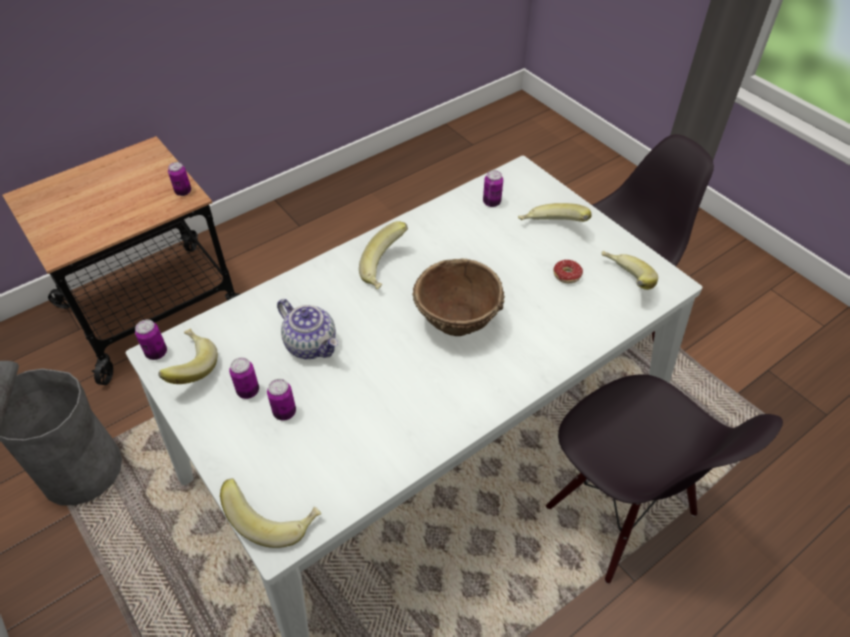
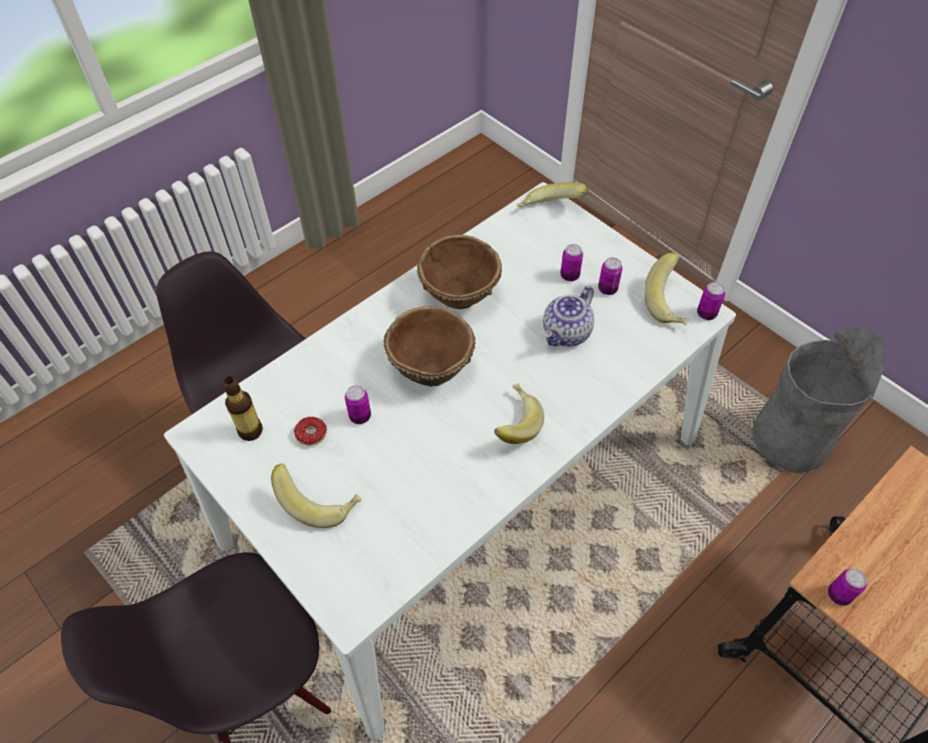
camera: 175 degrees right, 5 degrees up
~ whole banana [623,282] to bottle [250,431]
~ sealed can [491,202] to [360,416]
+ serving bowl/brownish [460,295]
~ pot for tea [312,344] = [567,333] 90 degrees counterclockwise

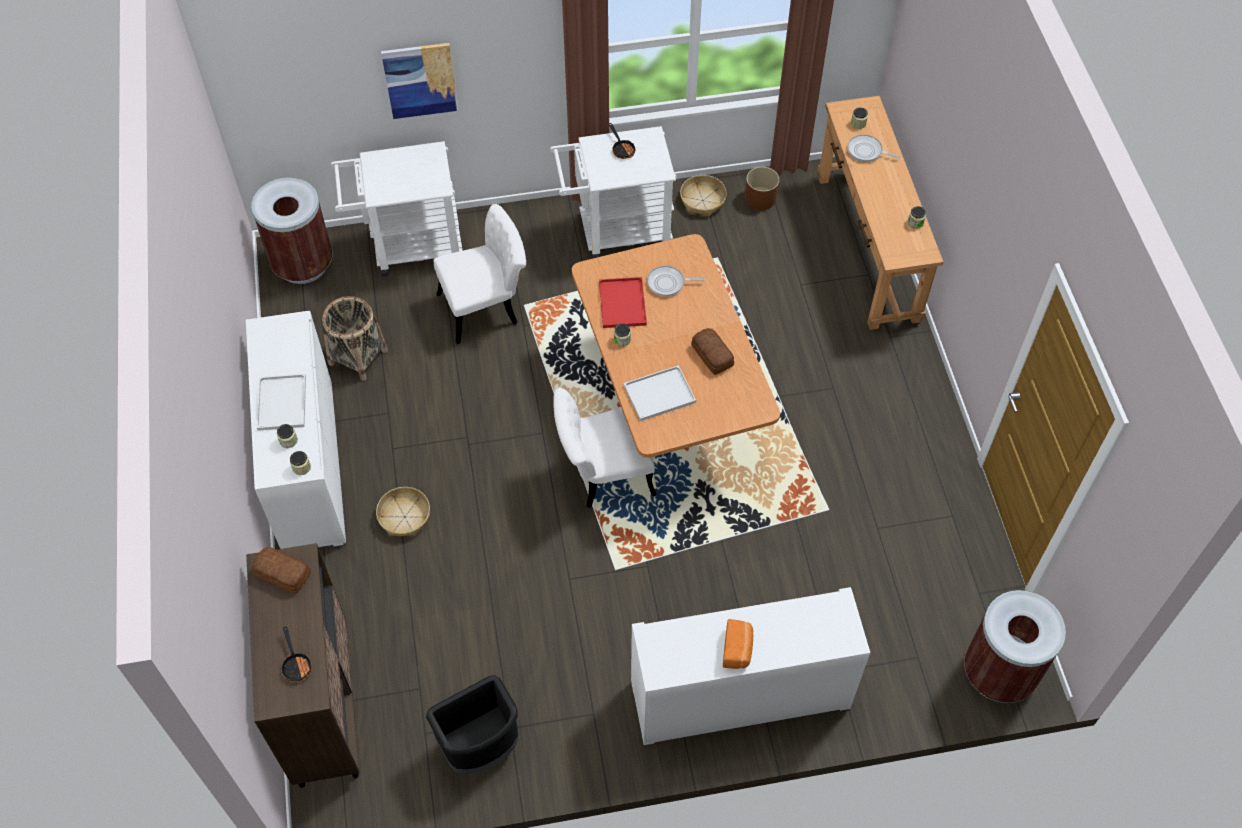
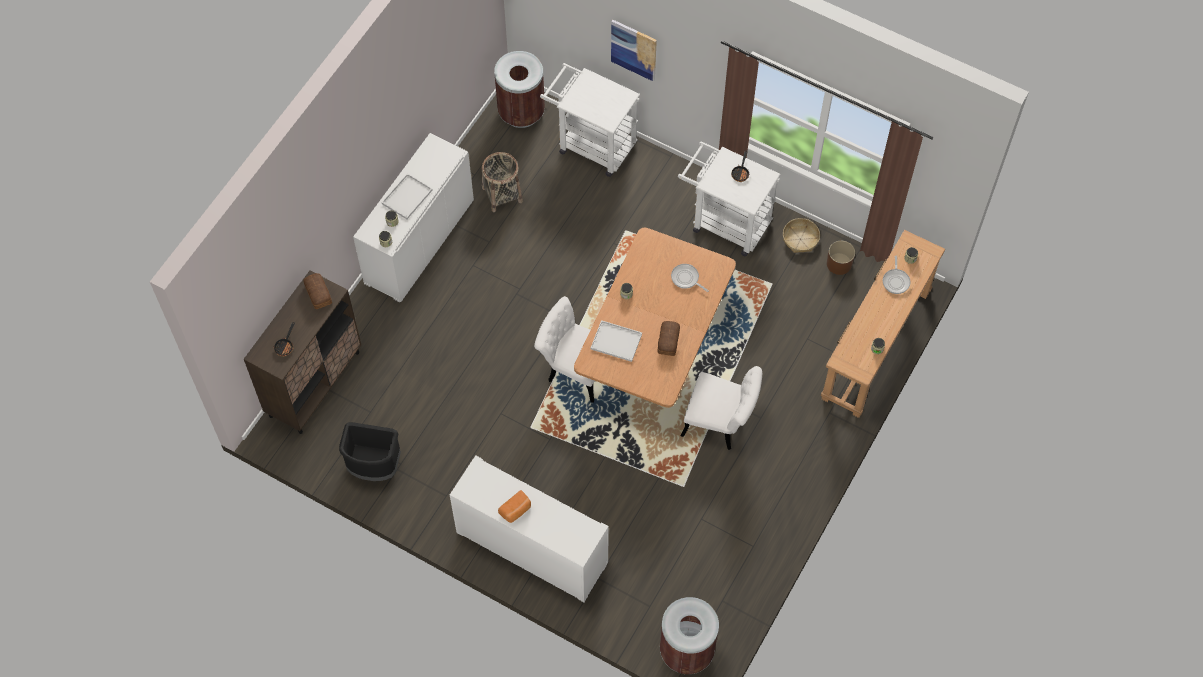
camera: 40 degrees right, 5 degrees up
~ chair/white-coloured [486,307] to [720,423]
~ skillet [867,151] = [896,281] 150 degrees counterclockwise
- household basket [404,517]
- carrying tray/red-coloured [623,304]

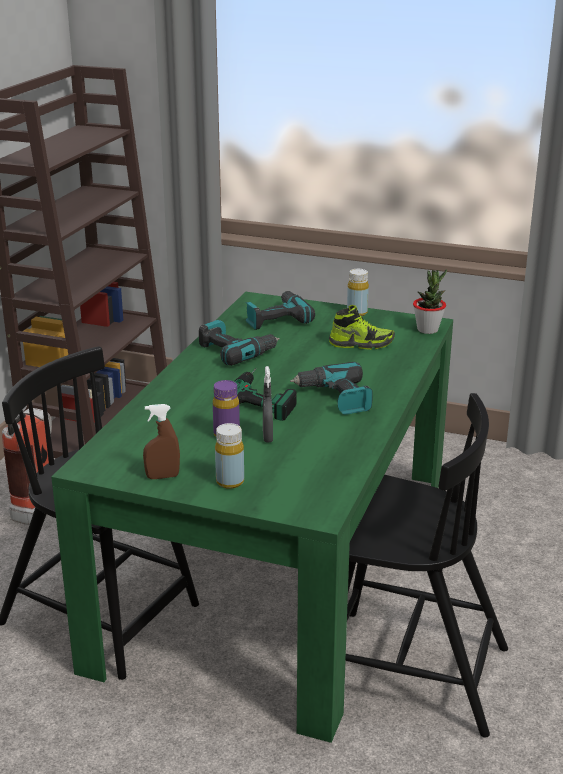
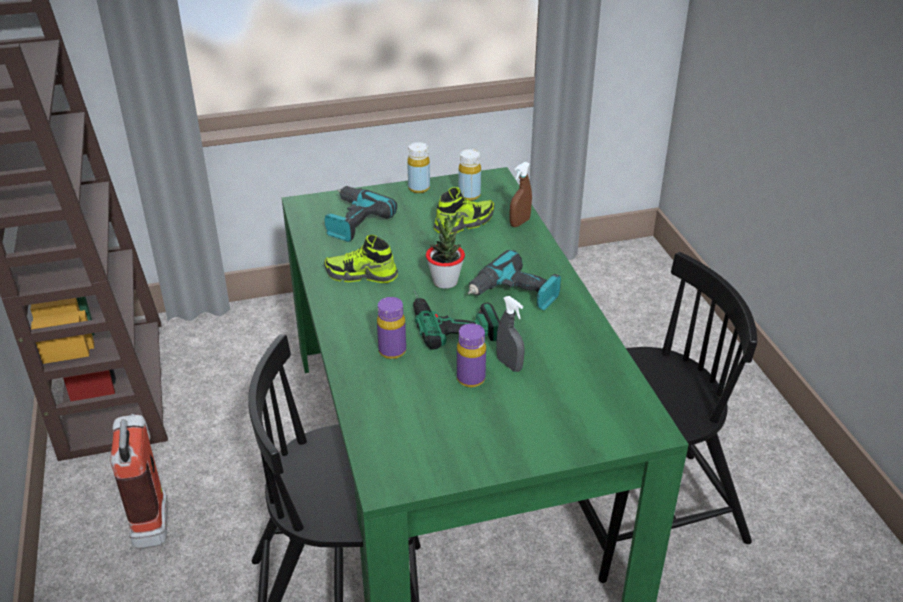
camera: 35 degrees left, 10 degrees up
~ power drill [236,351] to shoe [361,275]
+ bottle/purple [392,351]
~ plant in a pot [427,330] to [445,281]
~ bottle/yellowish [230,482] to [469,195]
~ sprayer/brownish [162,476] to [519,223]

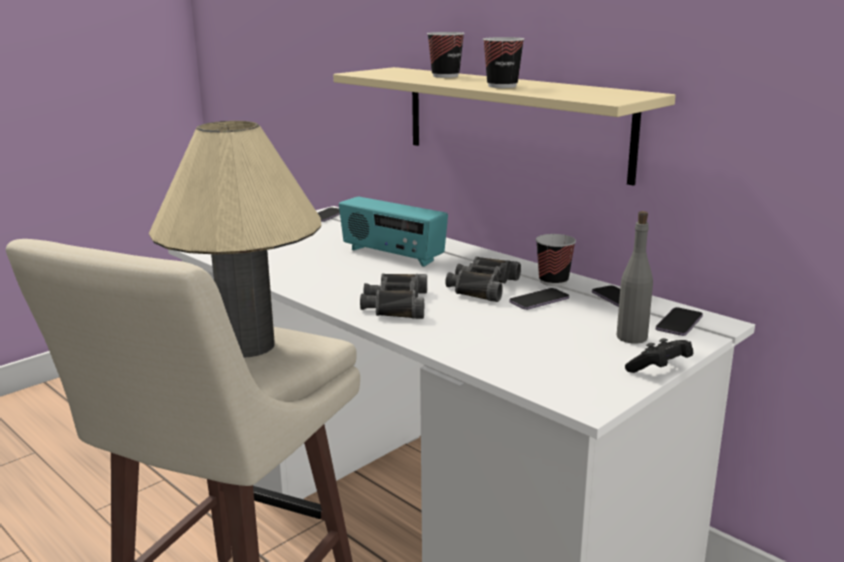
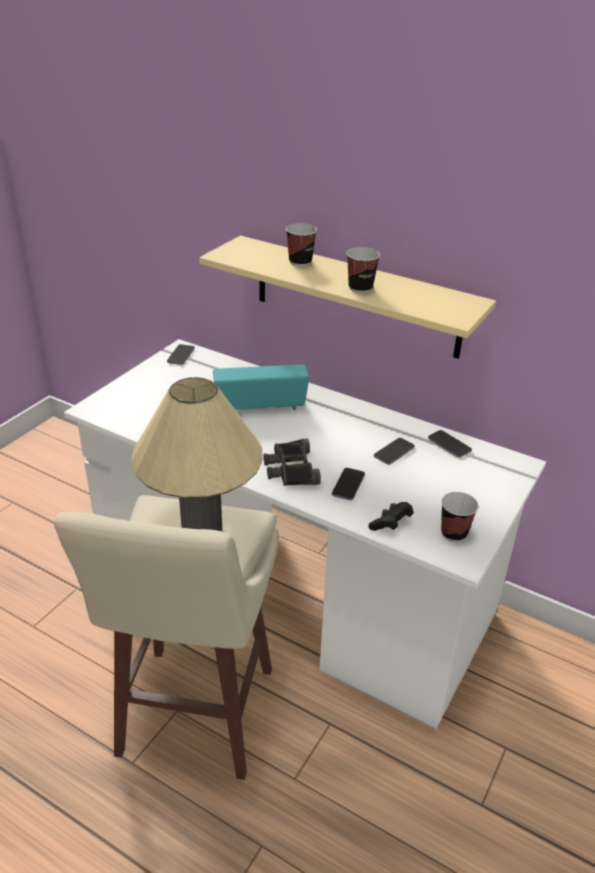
camera: 15 degrees left, 15 degrees up
~ radio receiver [392,255] = [260,406] 150 degrees clockwise
~ telephone [679,324] to [348,485]
~ game controller/black [659,369] to [391,524]
~ cup [553,281] to [454,533]
- binoculars/black [481,286]
- bottle/greyish [632,337]

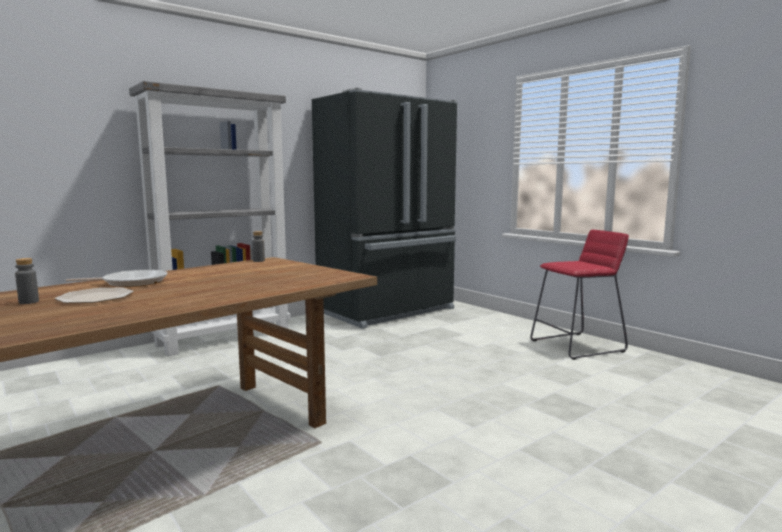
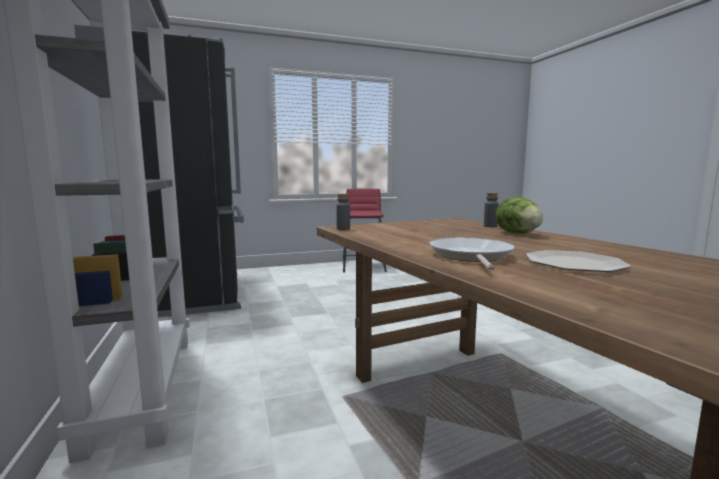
camera: 70 degrees left, 0 degrees up
~ bottle/greyish [29,302] to [490,226]
+ lettuce [517,233]

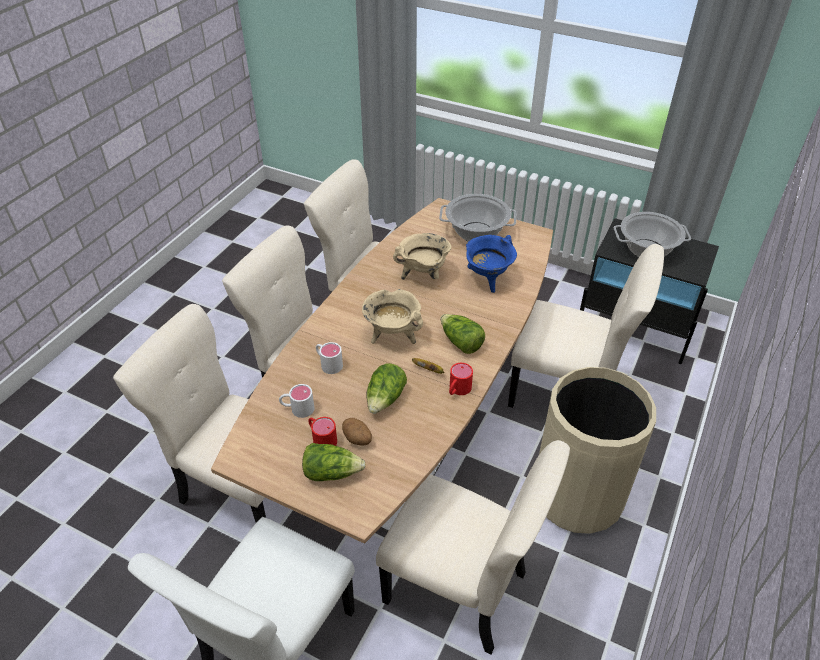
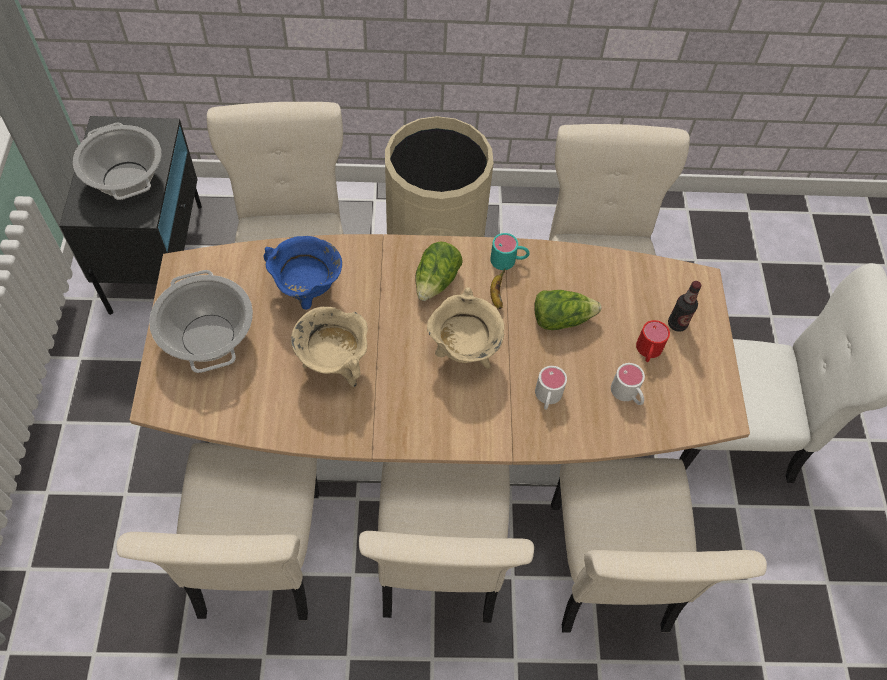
camera: 120 degrees left, 15 degrees up
~ mug/red-coloured [457,390] to mug/turquoise-coloured [509,260]
~ lettuce [331,472] to bottle [677,324]
- spud [358,439]

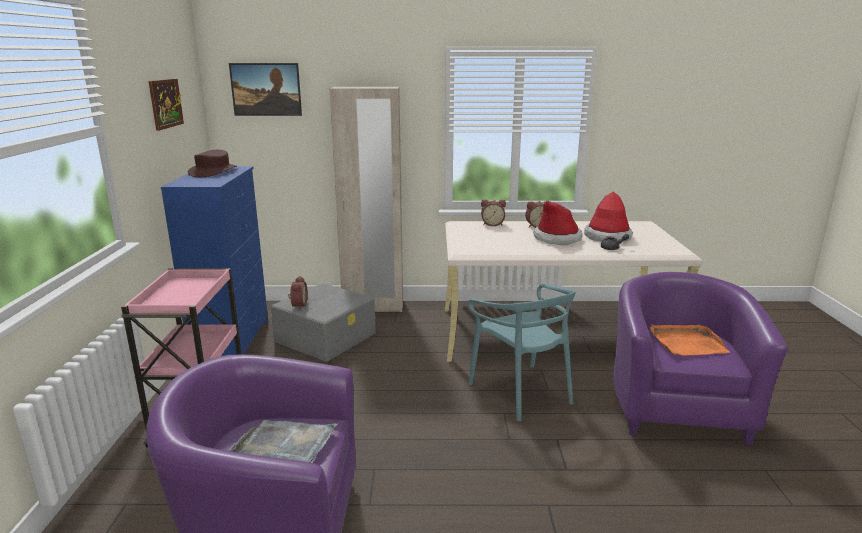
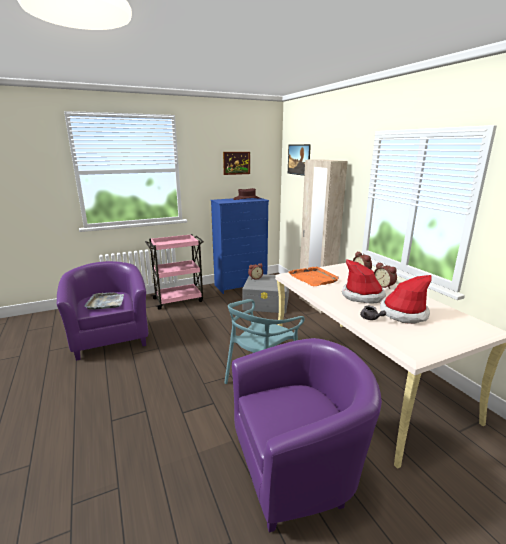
camera: 65 degrees right, 0 degrees up
~ carrying tray/orangey [686,343] to [313,278]

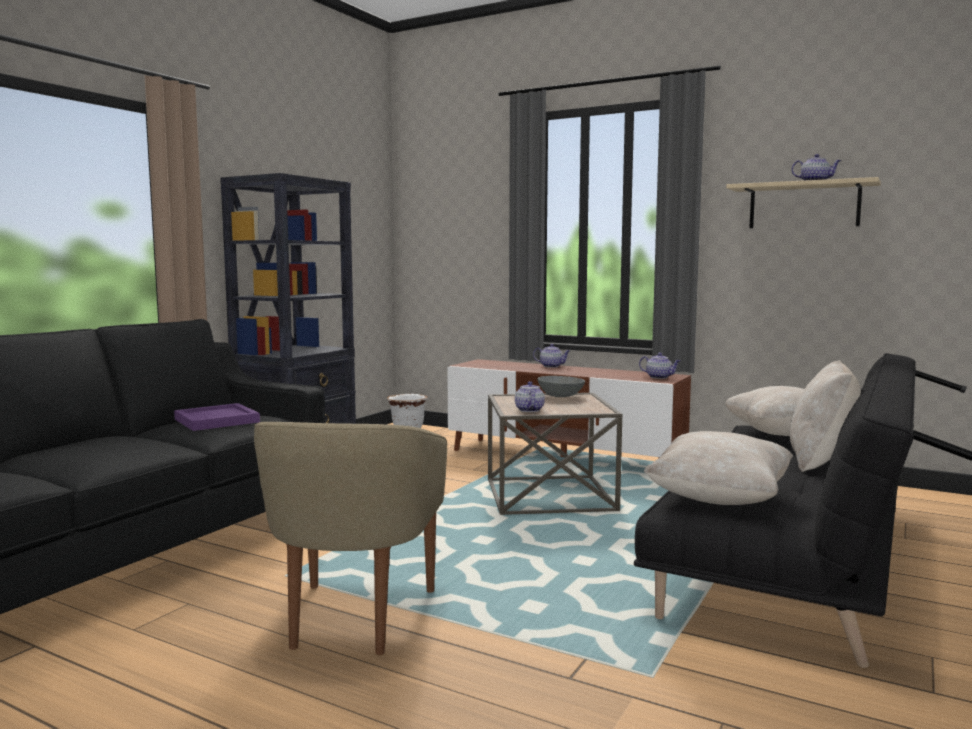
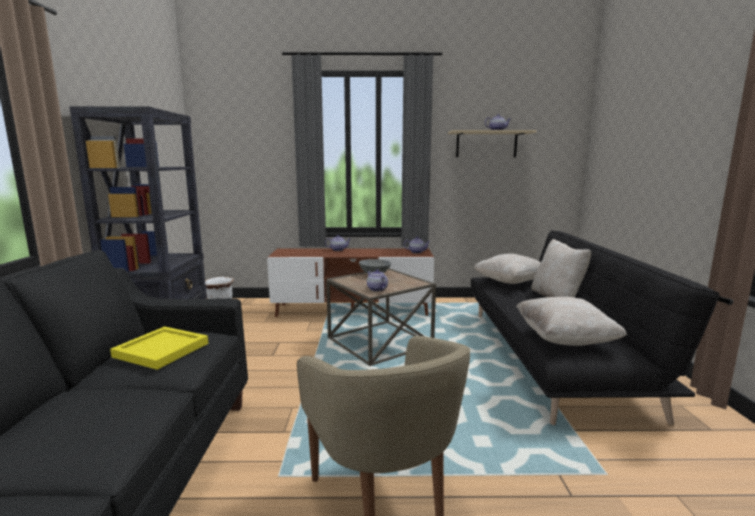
camera: 30 degrees left, 5 degrees up
~ carrying tray/purple [215,420] to carrying tray/yellowish [160,350]

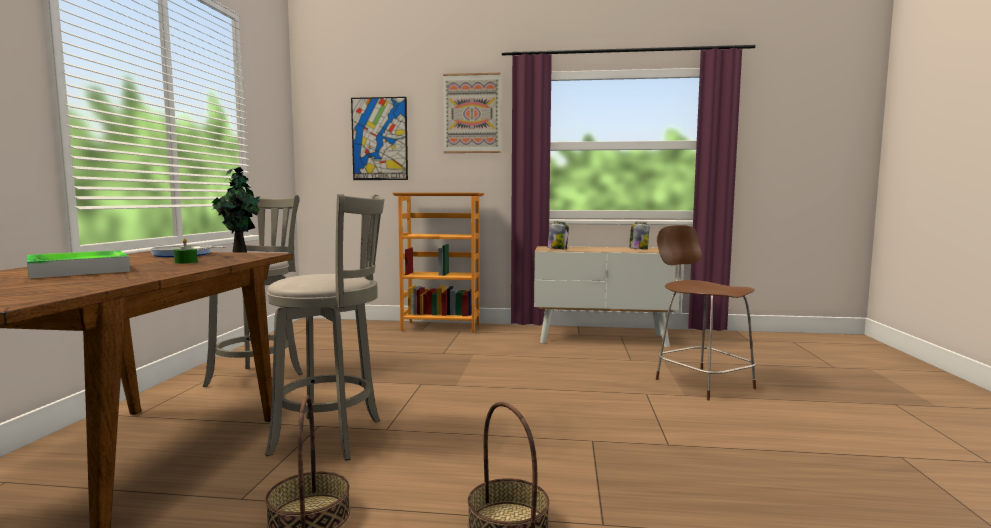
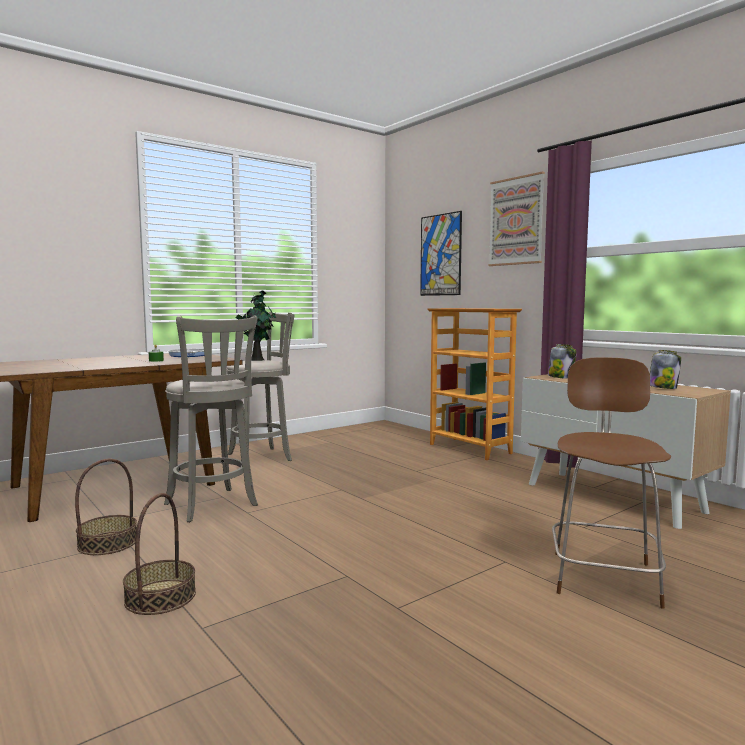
camera: 45 degrees right, 0 degrees up
- carrying tray [79,270]

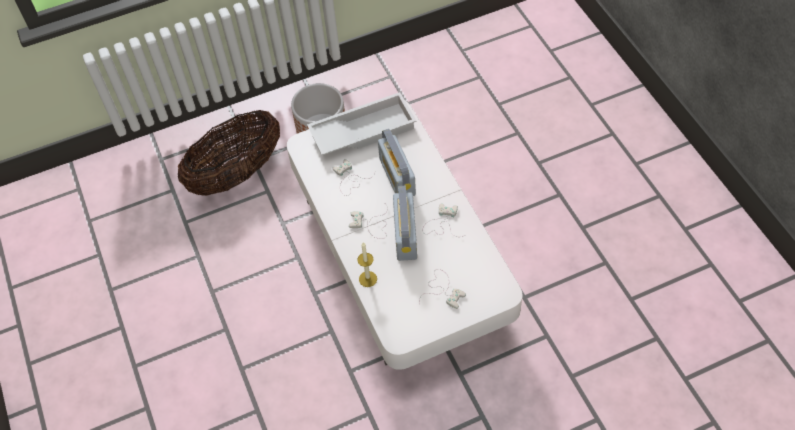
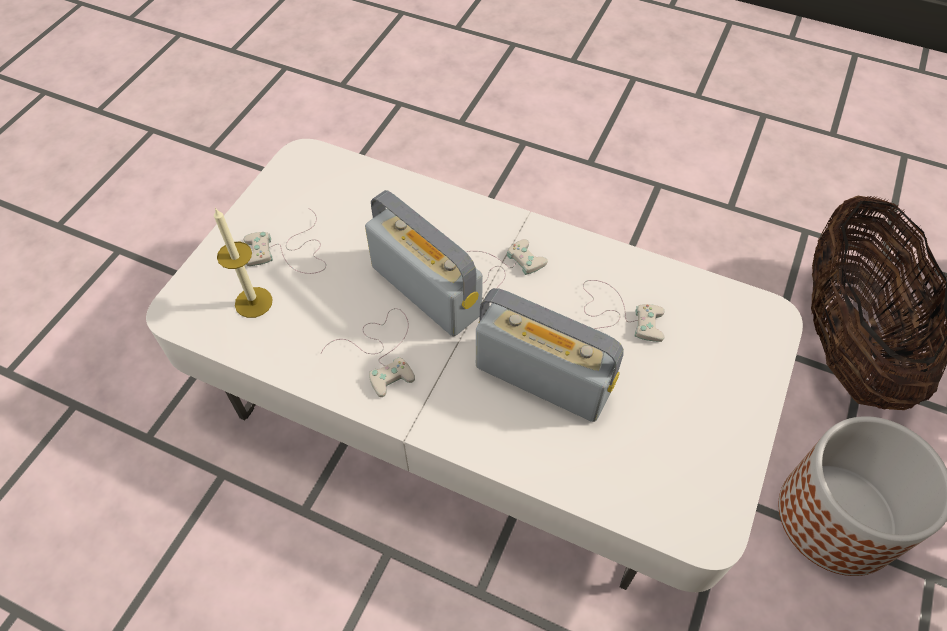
camera: 135 degrees right, 0 degrees up
~ wax light [368,279] to [253,302]
- carrying tray/white-coloured [363,130]

